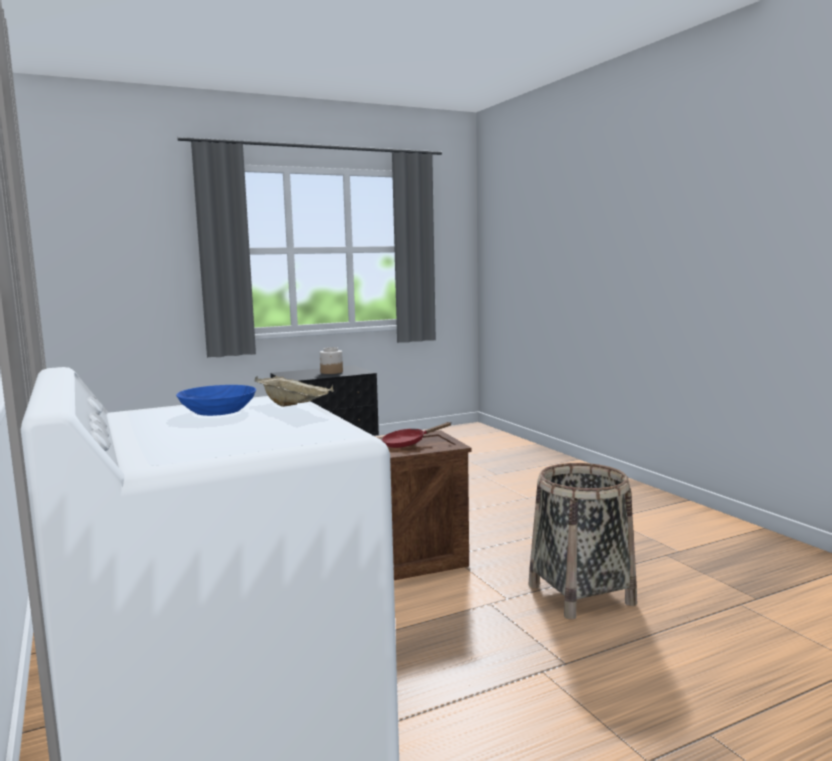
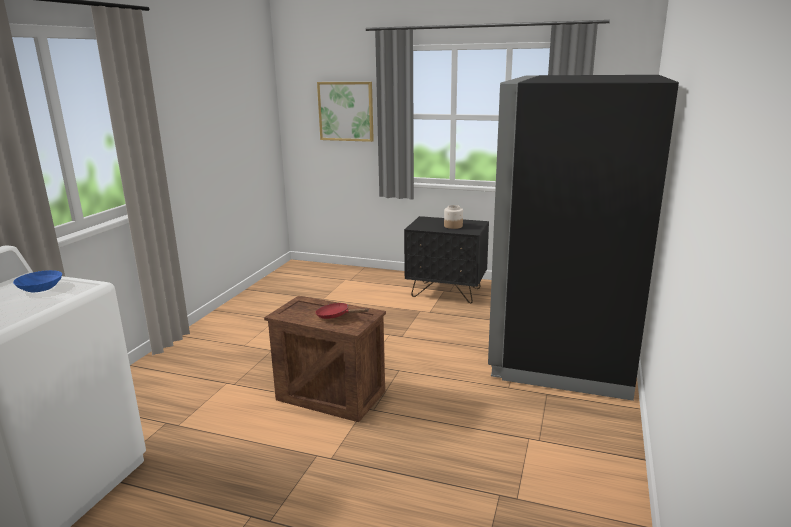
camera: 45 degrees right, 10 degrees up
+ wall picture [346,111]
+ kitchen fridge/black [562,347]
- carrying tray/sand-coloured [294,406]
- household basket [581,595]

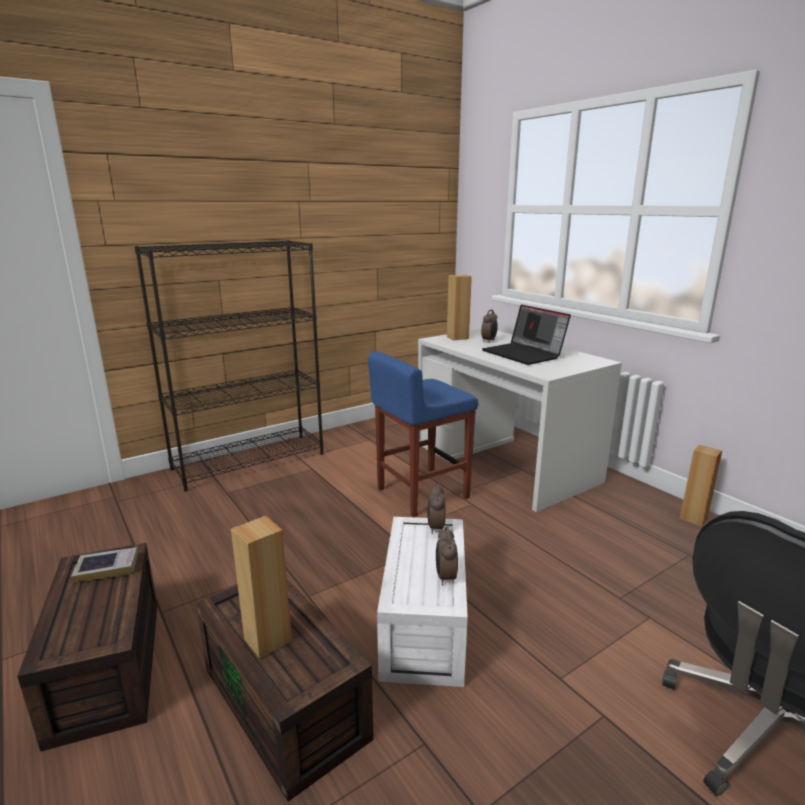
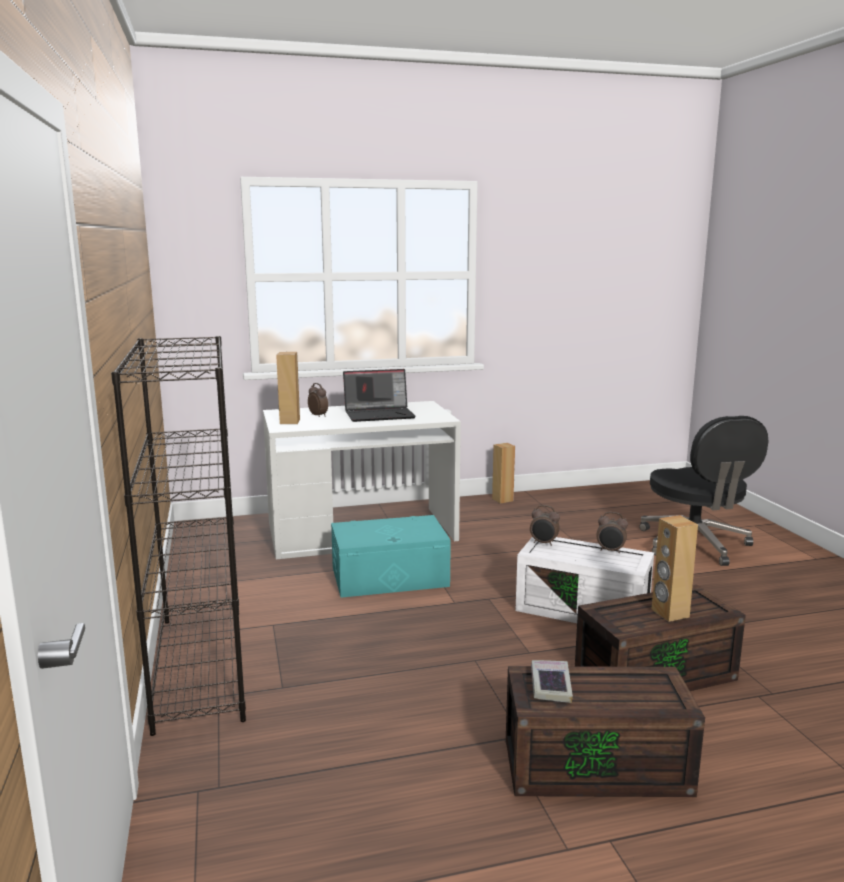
camera: 70 degrees left, 5 degrees down
~ stool seat/blue [421,493] to storage container/turquoise-coloured [389,577]

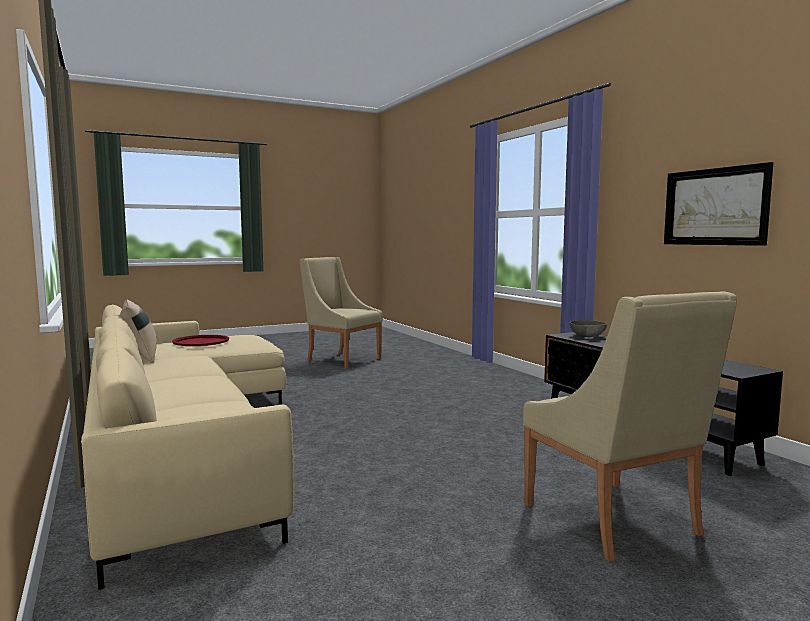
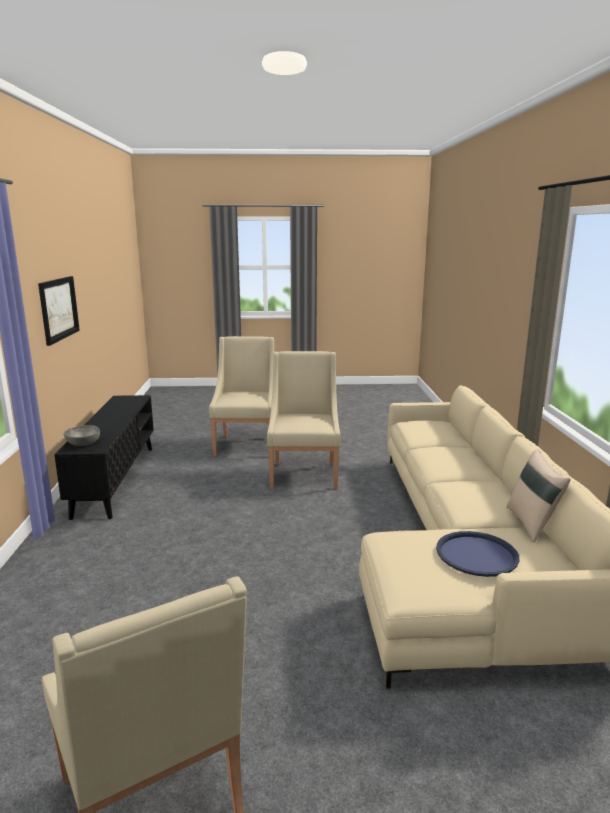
camera: 155 degrees left, 10 degrees up
+ easy chair/sand-coloured [304,474]
~ carrying tray/red-coloured [201,341] to carrying tray/blue [476,554]

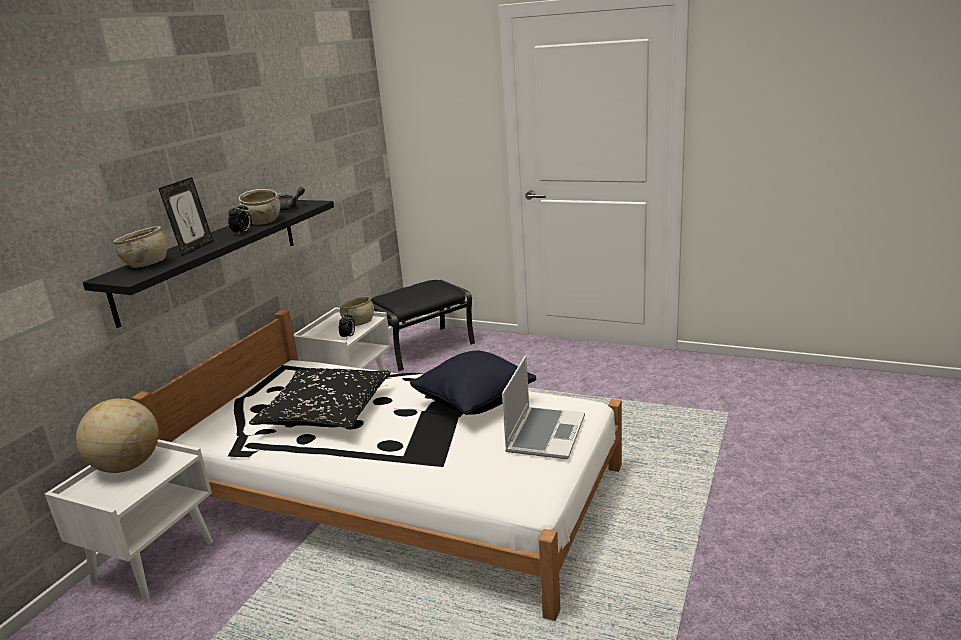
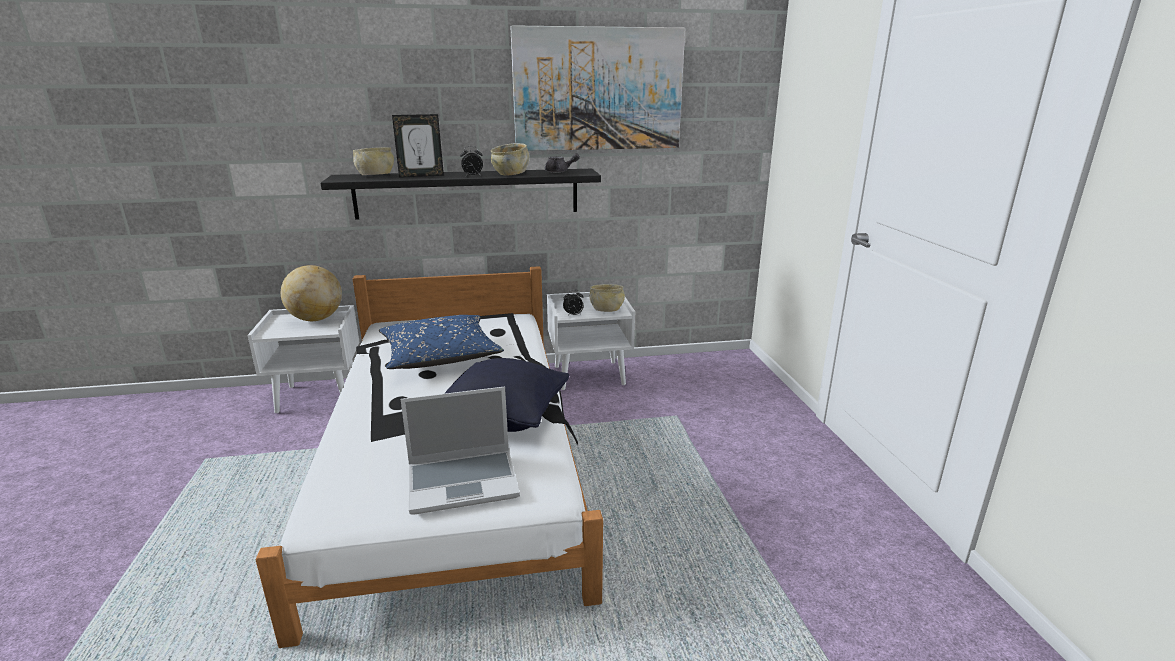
camera: 55 degrees right, 0 degrees up
~ pillow/black [325,413] to pillow/blue [440,356]
+ wall picture [598,89]
- footrest/black [423,348]

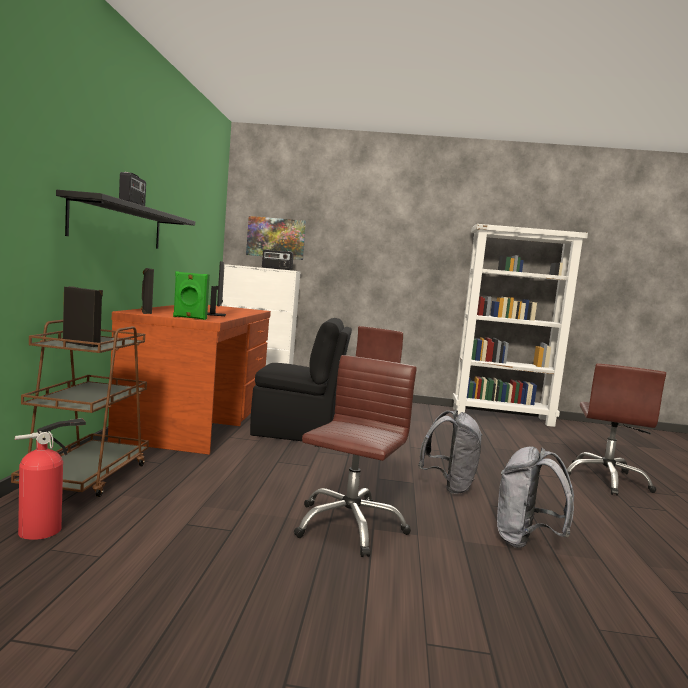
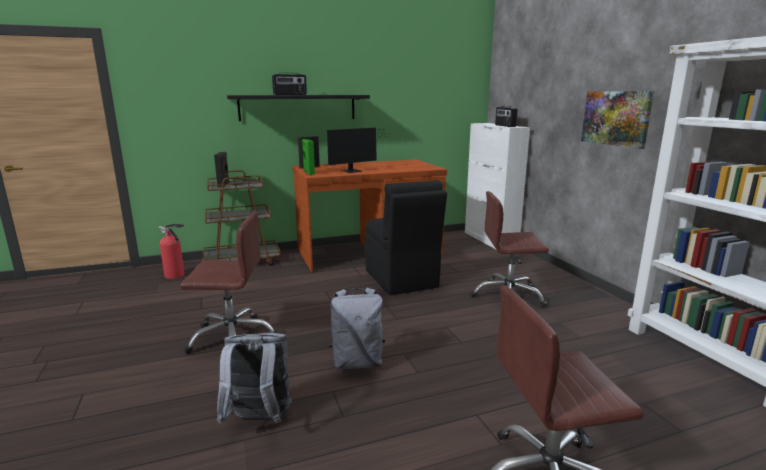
camera: 65 degrees right, 10 degrees up
~ wall picture [276,238] to [616,118]

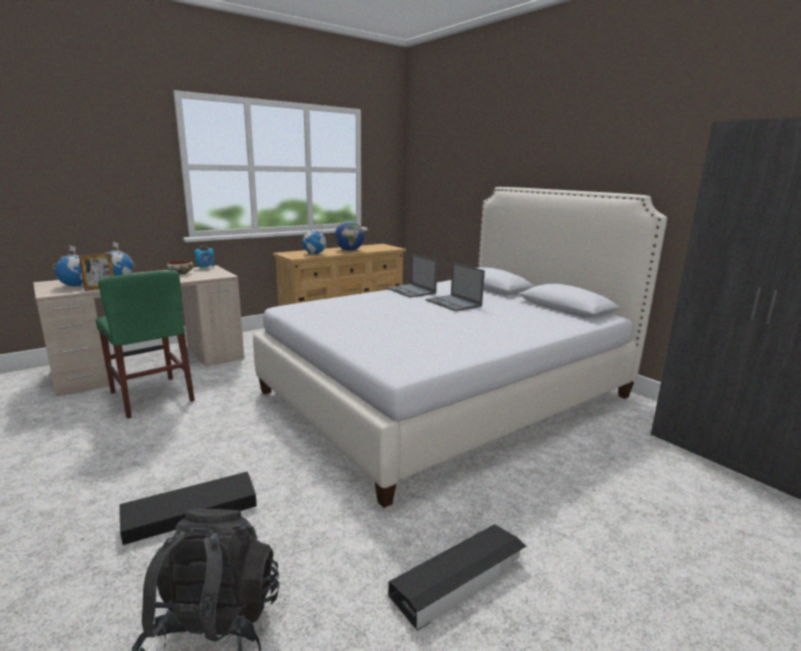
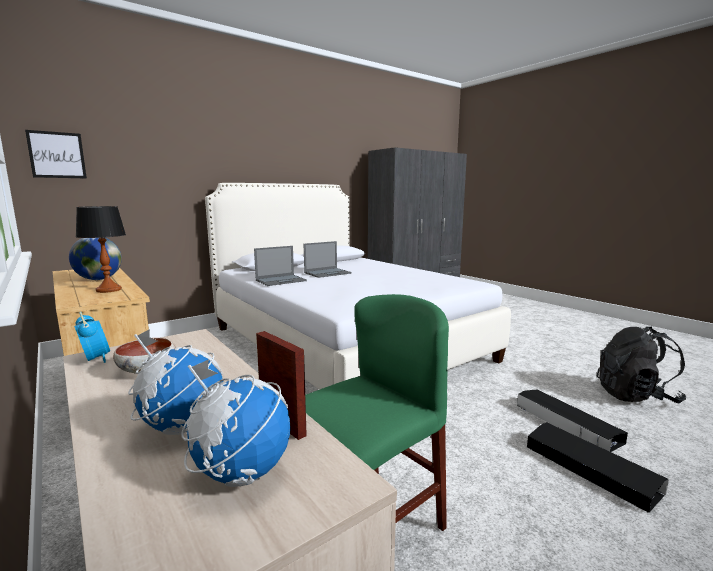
camera: 90 degrees left, 5 degrees down
+ wall picture [57,155]
~ desk globe [315,254] to table lamp [109,290]
~ storage container/black [460,579] to [589,469]

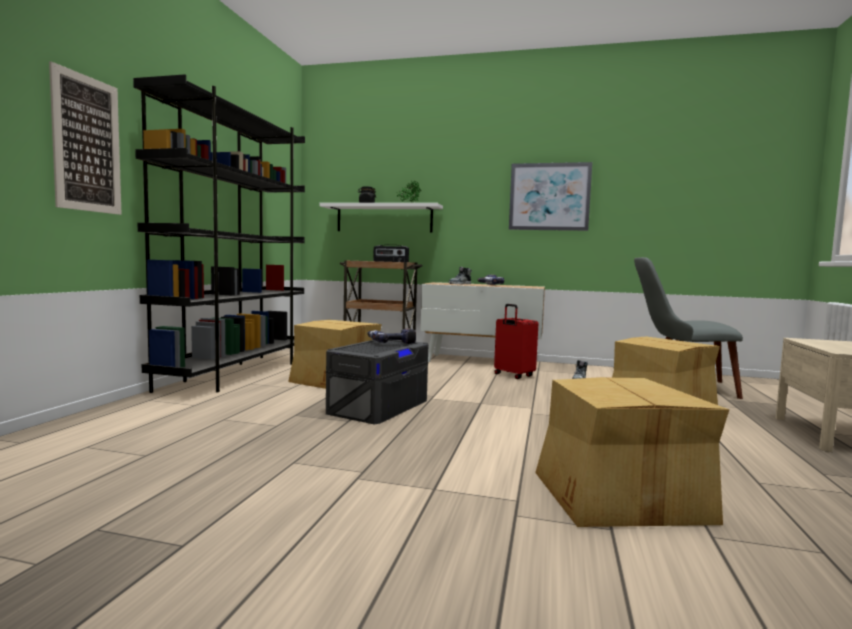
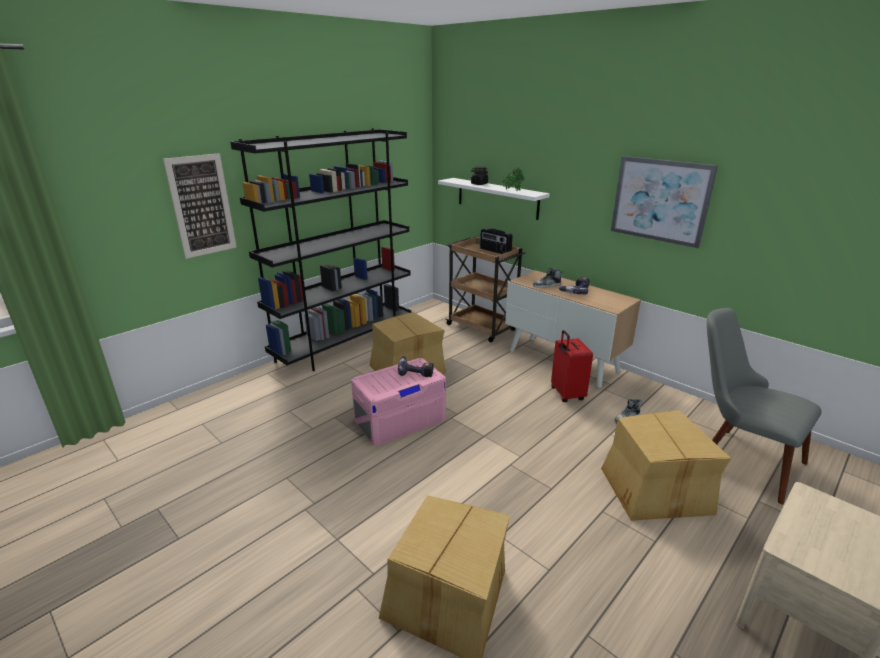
camera: 30 degrees right, 20 degrees up
~ storage container/greyish [379,406] to storage container/pink-coloured [400,419]

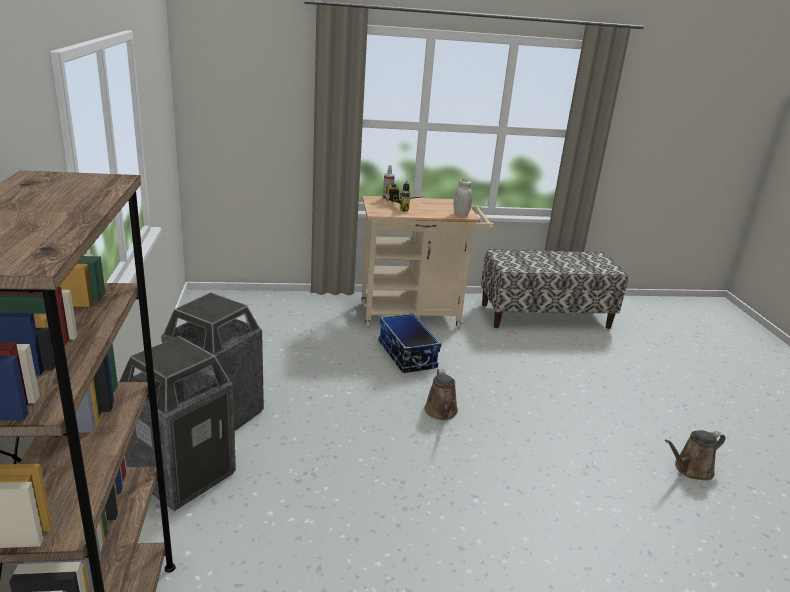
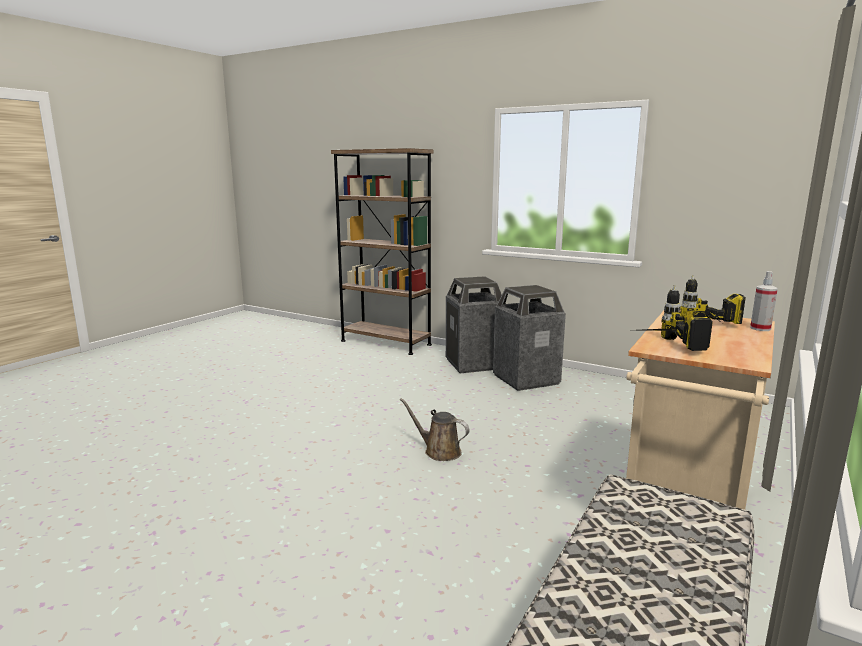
camera: 130 degrees right, 10 degrees down
~ jar/white-coloured [461,214] to power drill [659,346]
- storage container [406,355]
- watering pot/brownish [690,469]

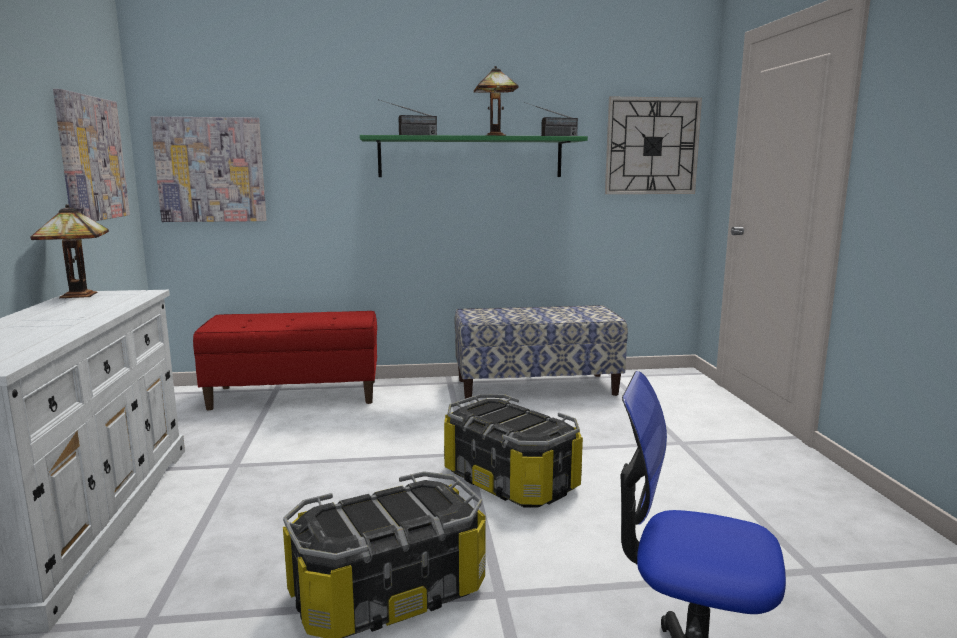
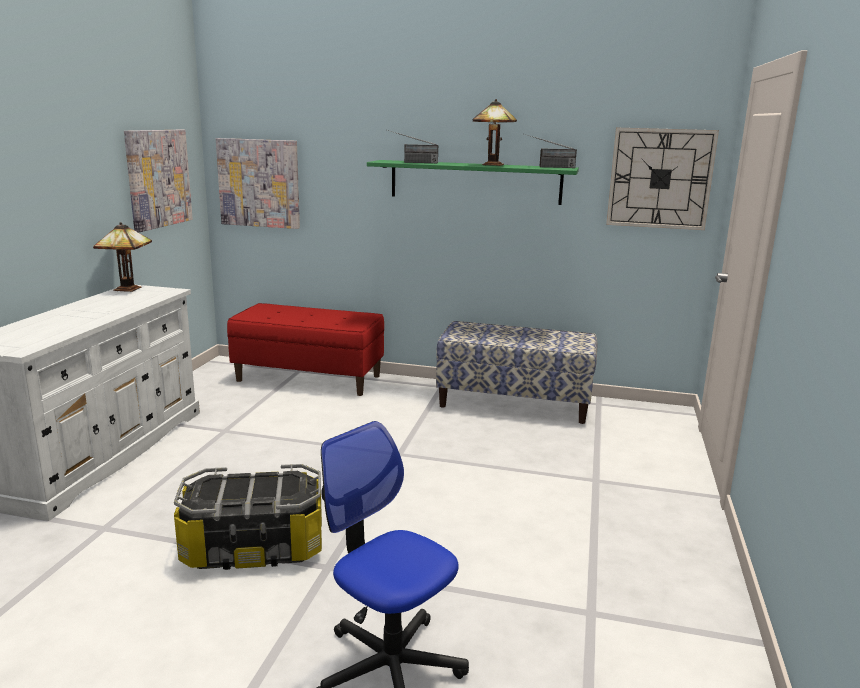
camera: 20 degrees right, 5 degrees up
- storage container [511,480]

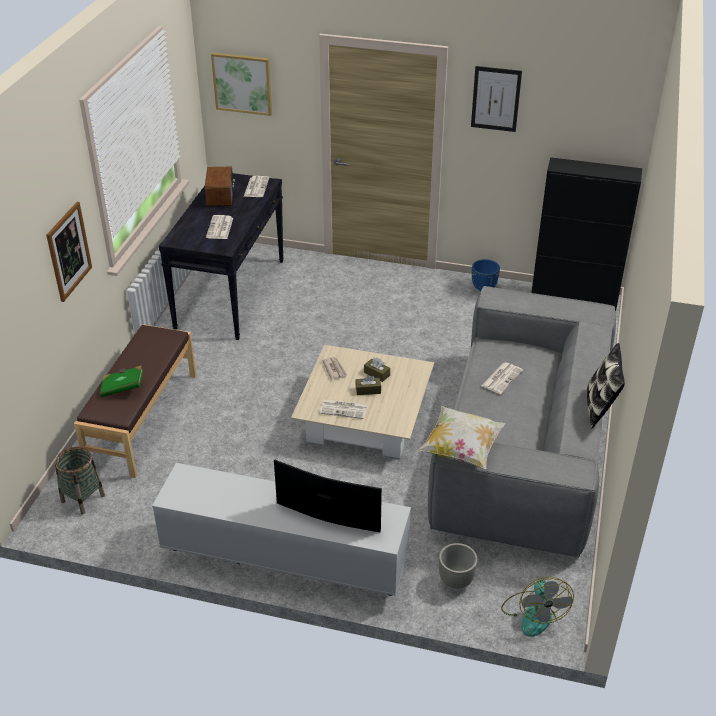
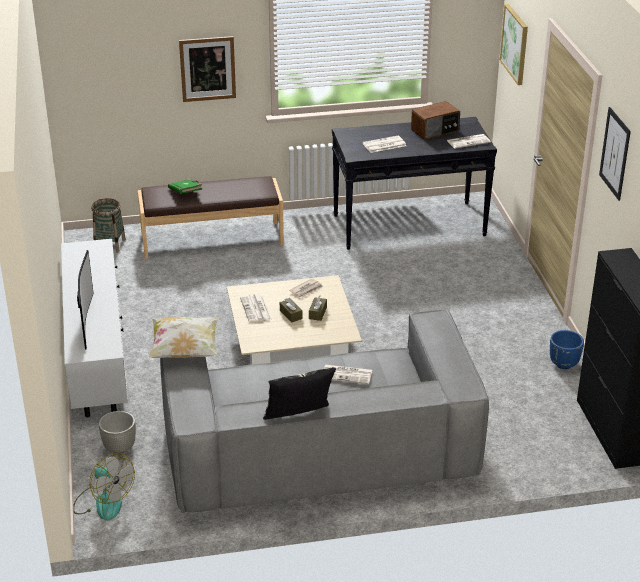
camera: 65 degrees right, 5 degrees down
~ fan [533,613] = [103,502] 105 degrees counterclockwise

